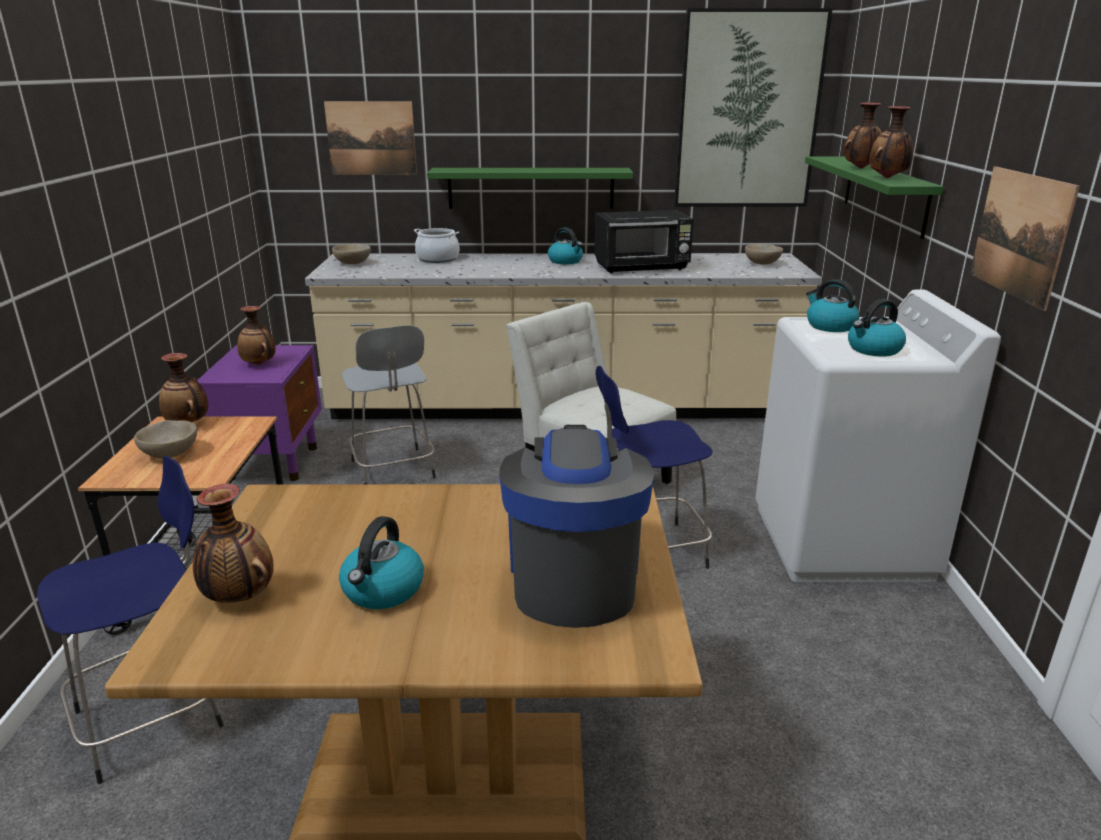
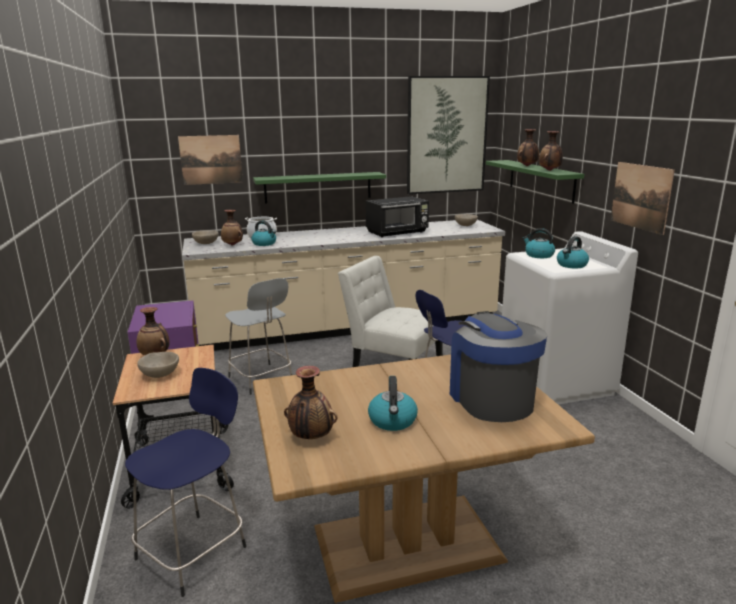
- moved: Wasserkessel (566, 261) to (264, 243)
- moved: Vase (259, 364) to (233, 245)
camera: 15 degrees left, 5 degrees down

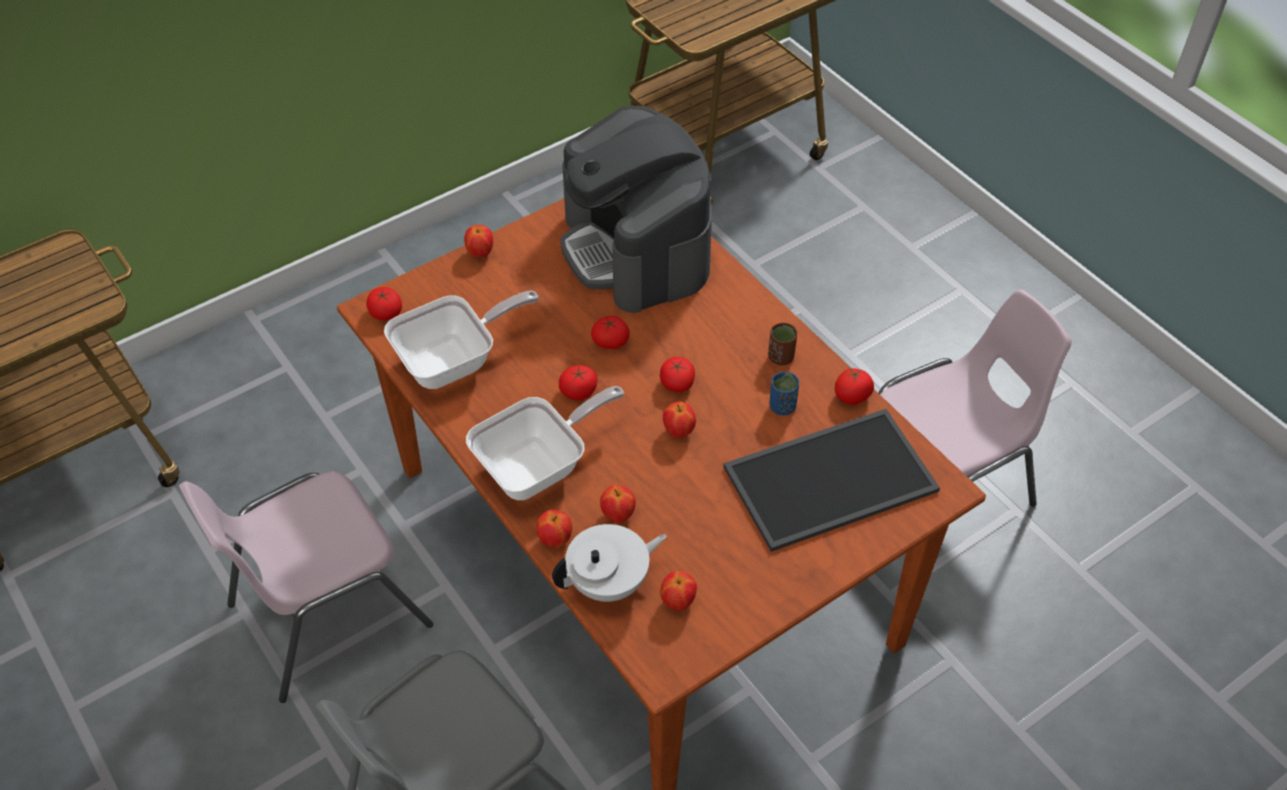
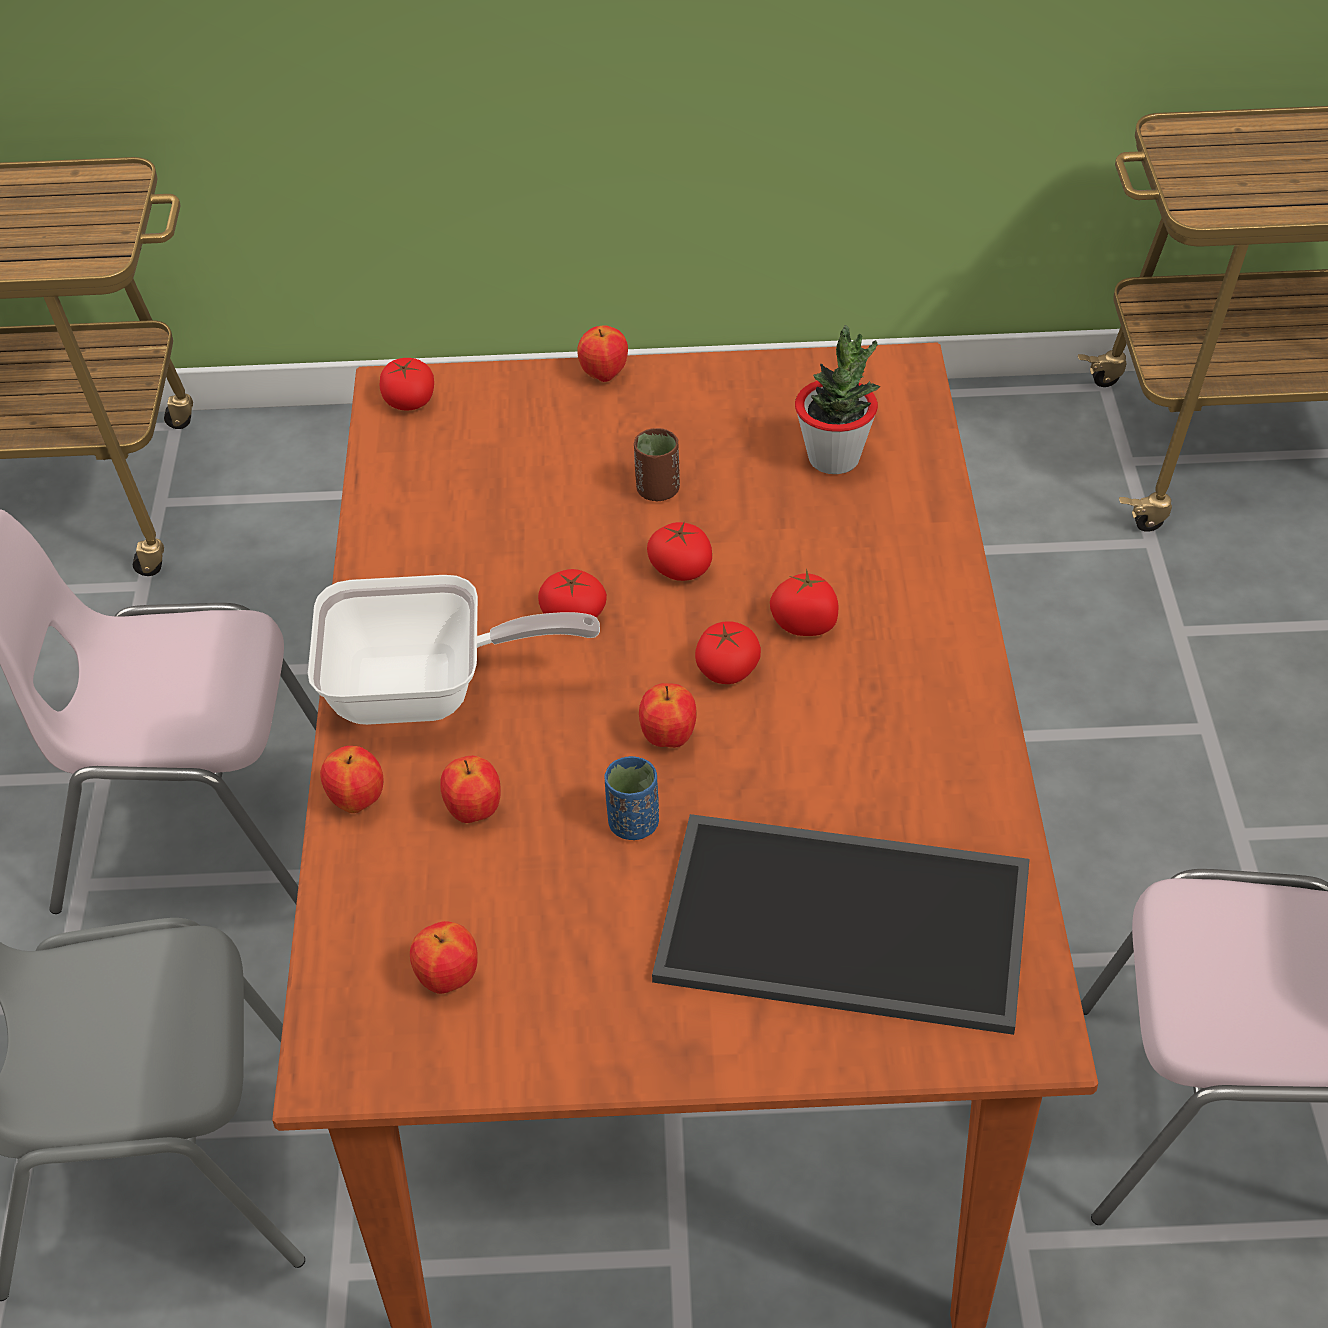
- replaced: Kaffeemaschine (636, 249) to Topfpflanze (834, 458)
- removed: Pfanne (455, 361)
- moved: Tasse [braun] (780, 357) to (657, 490)
- moved: Tomate (852, 396) to (805, 625)
- moved: Tasse [blau] (782, 406) to (633, 824)
- removed: Teekanne [weiß] (609, 582)
camera: 35 degrees right, 5 degrees down

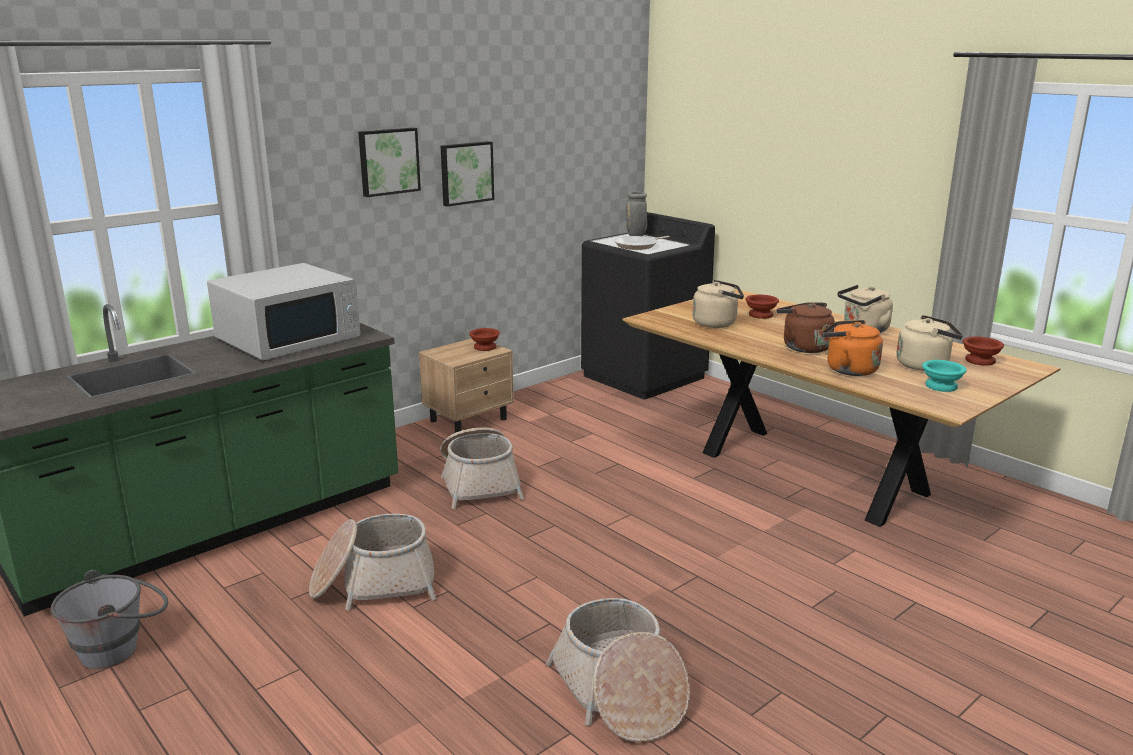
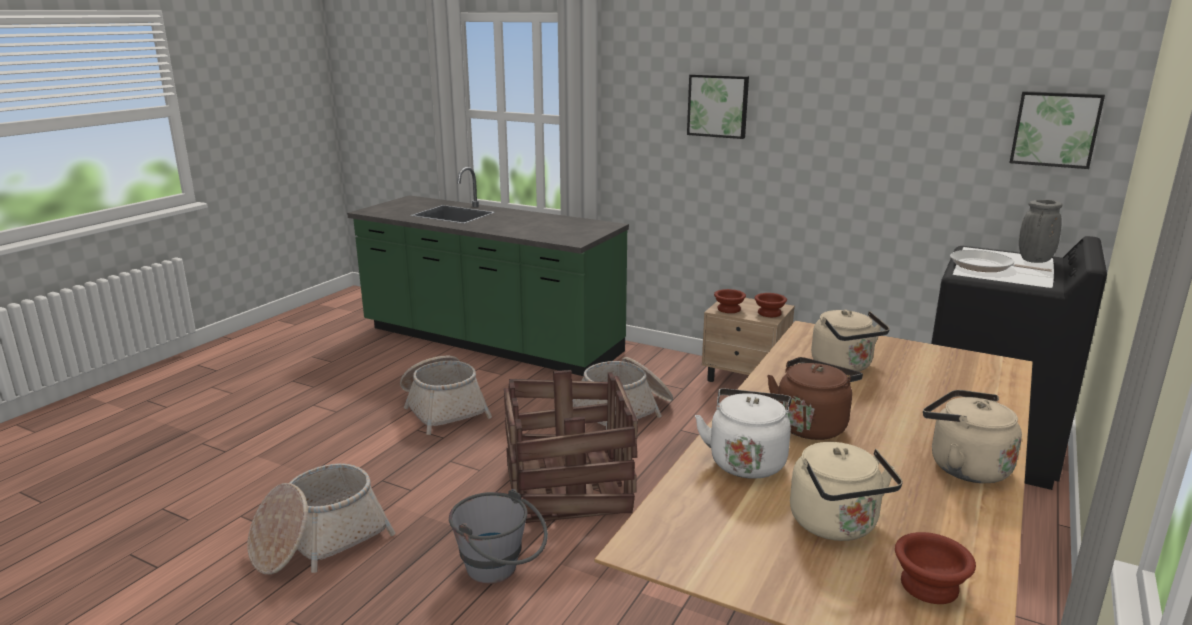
- moved: Bild (465, 173) to (1055, 129)
- removed: Mikrowelle [weiß] (289, 338)
- moved: Schüssel [braun] (761, 315) to (728, 309)
- recoloured: Wasserkessel [orange] (848, 370) to Wasserkessel [weiß] (747, 461)
- removed: Schüssel [türkis] (939, 386)
- moved: Eimer [grau] (121, 648) to (500, 571)
- added: Kiste (569, 488)
camera: 70 degrees right, 0 degrees up

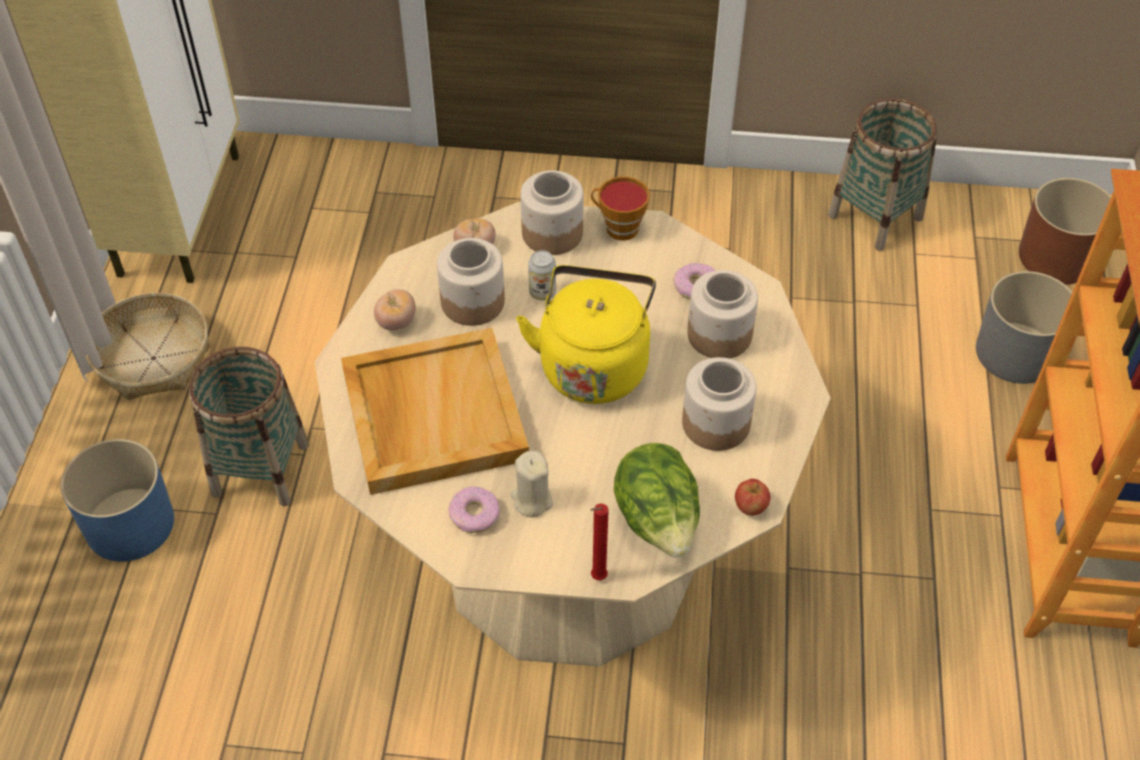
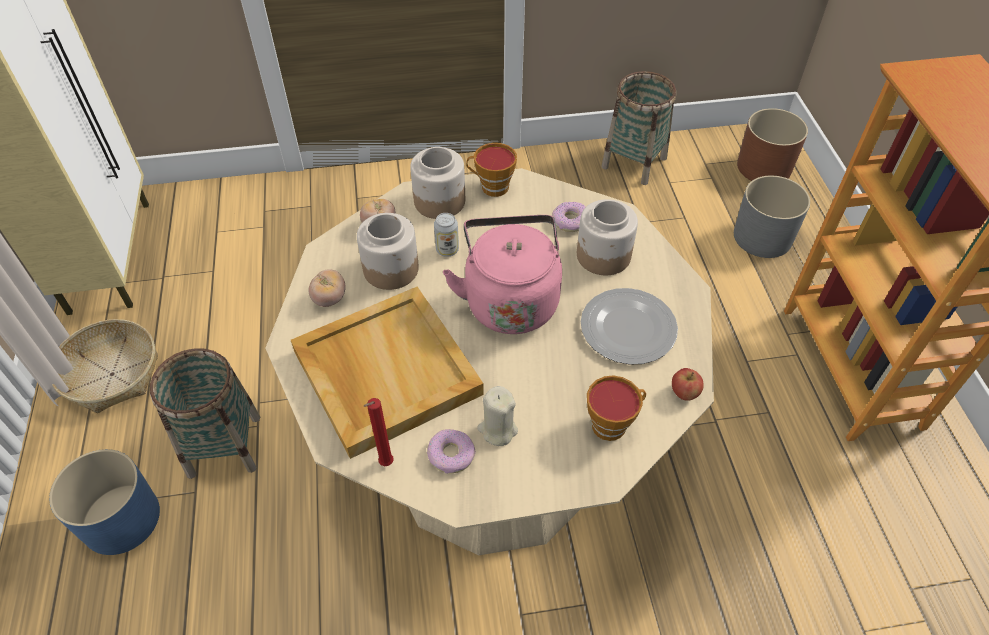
- recoloured: Wasserkessel [gelb] (593, 364) to Wasserkessel [rosa] (510, 300)
- replaced: Vorratsglas (717, 423) to Teller (629, 328)
- replaced: Salatkopf (658, 521) to Tasse (612, 423)
- moved: Kerze [rot] (596, 578) to (384, 464)
camera: 15 degrees left, 0 degrees up

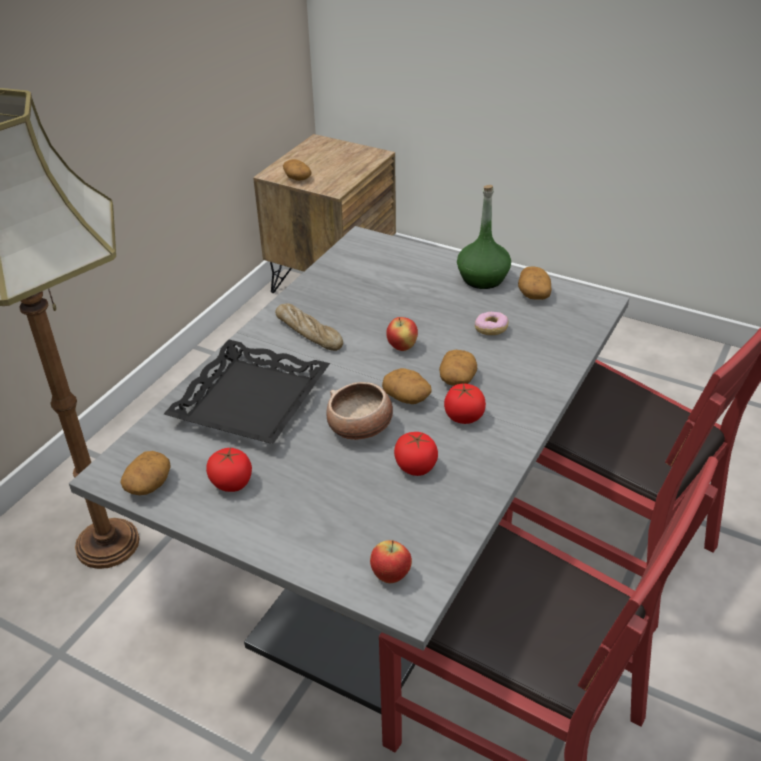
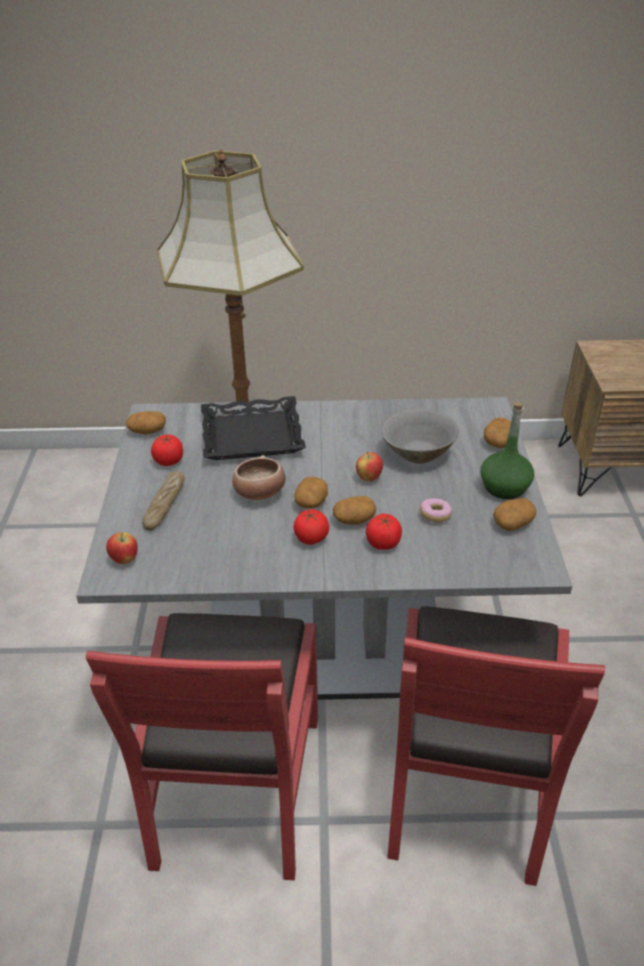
- moved: Kartoffel (297, 178) to (497, 441)
- moved: Brot (309, 333) to (165, 505)
- moved: Tomate (416, 466) to (383, 543)
- added: Schüssel [grau] (418, 453)
camera: 60 degrees right, 0 degrees up

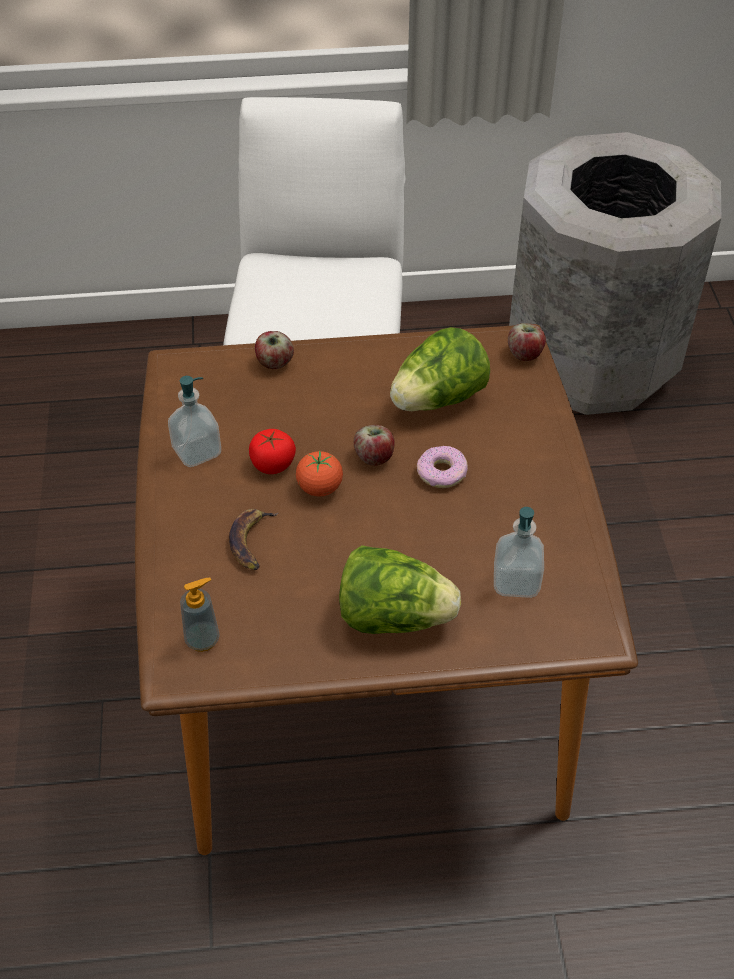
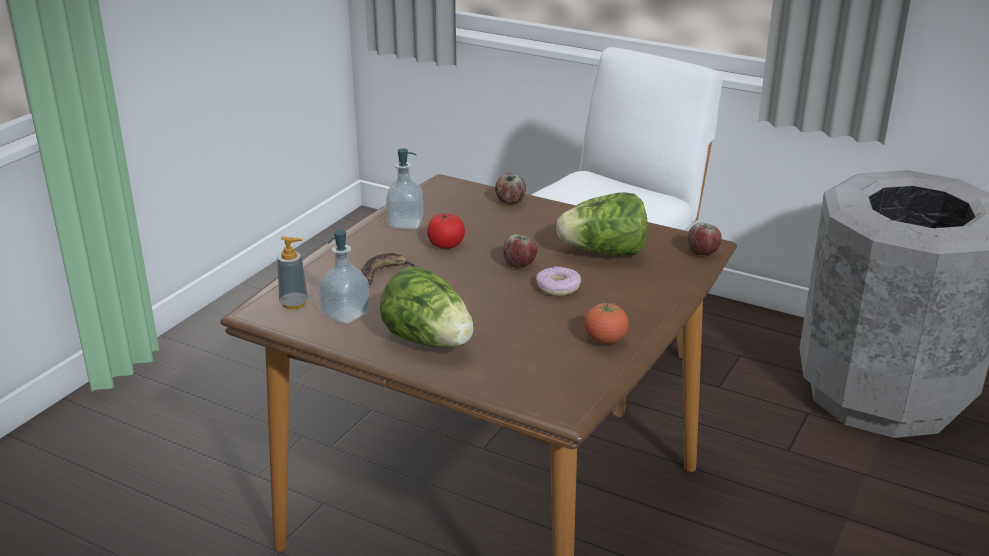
- moved: Tomate (319, 488) to (605, 340)
- moved: Seifenspender (516, 581) to (346, 314)
camera: 35 degrees right, 20 degrees down

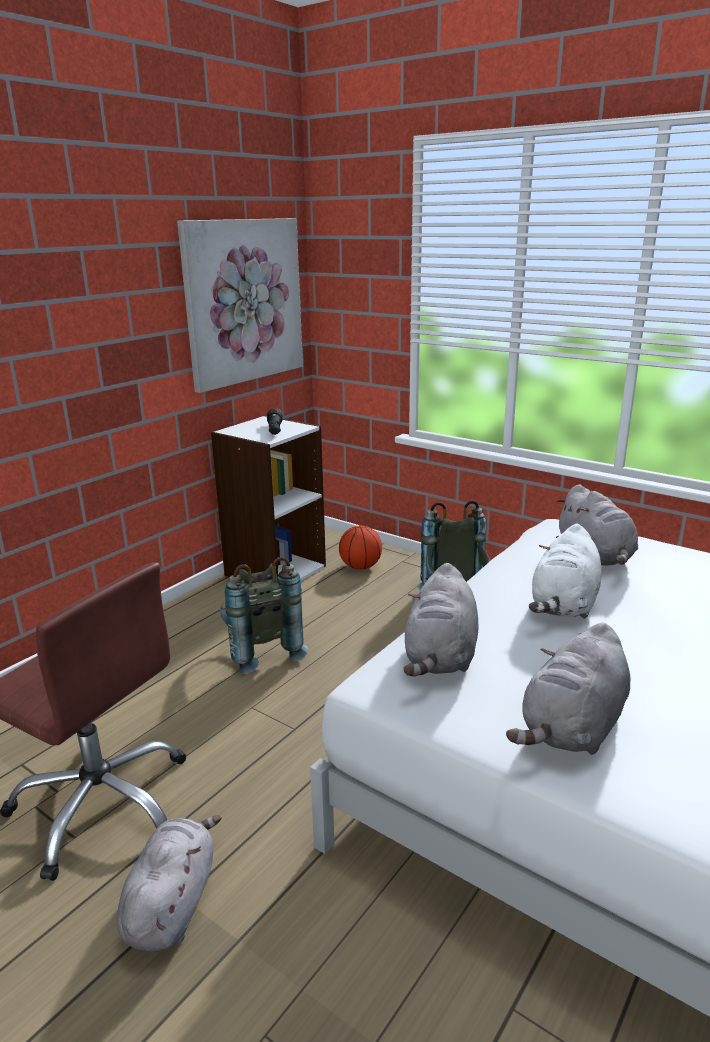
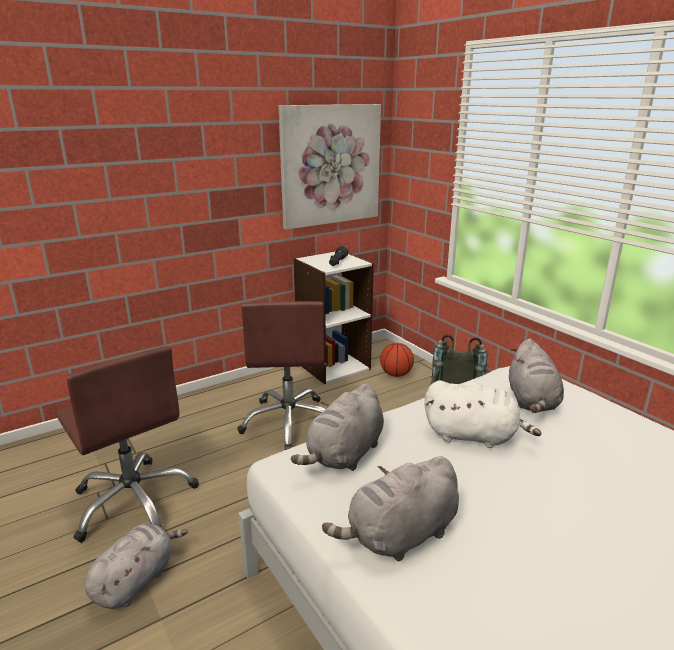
- turned: Plüschtier [weiß] (564, 605) = (473, 436) 120 degrees counterclockwise
- replaced: Rucksack [grau] (261, 651) to Bürostuhl [braun] (289, 422)
camera: 20 degrees right, 0 degrees up

